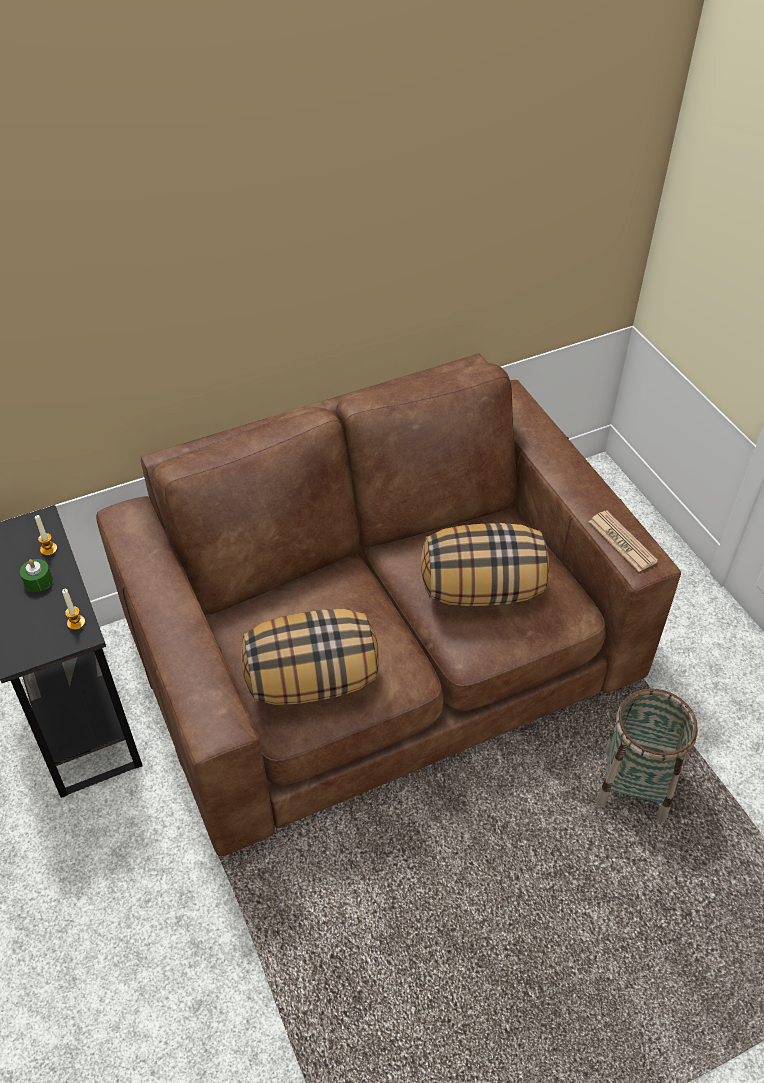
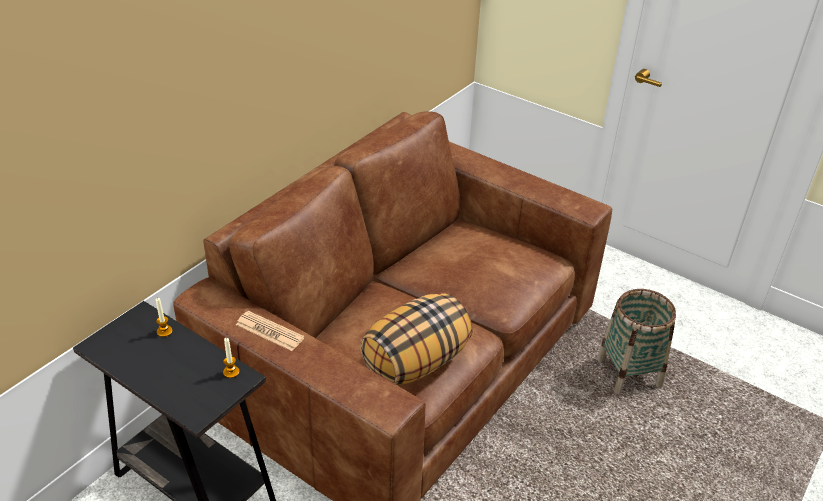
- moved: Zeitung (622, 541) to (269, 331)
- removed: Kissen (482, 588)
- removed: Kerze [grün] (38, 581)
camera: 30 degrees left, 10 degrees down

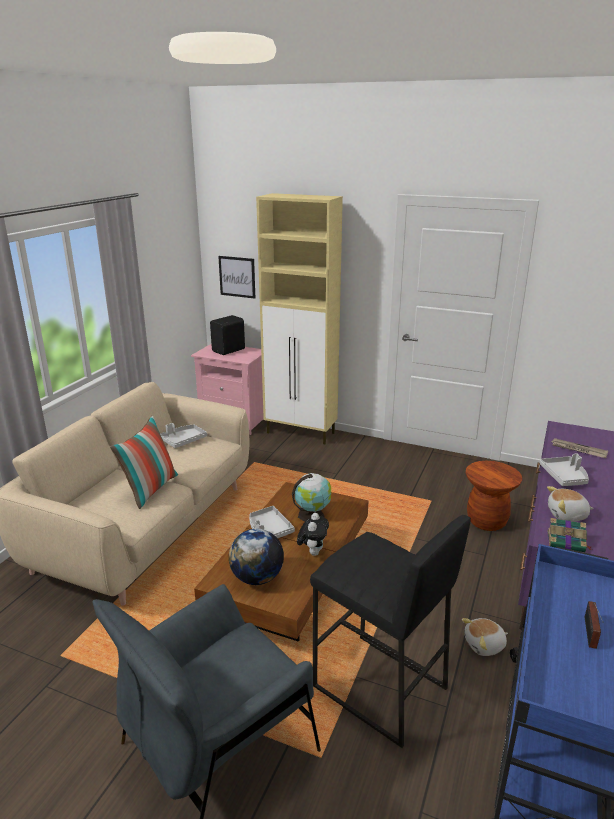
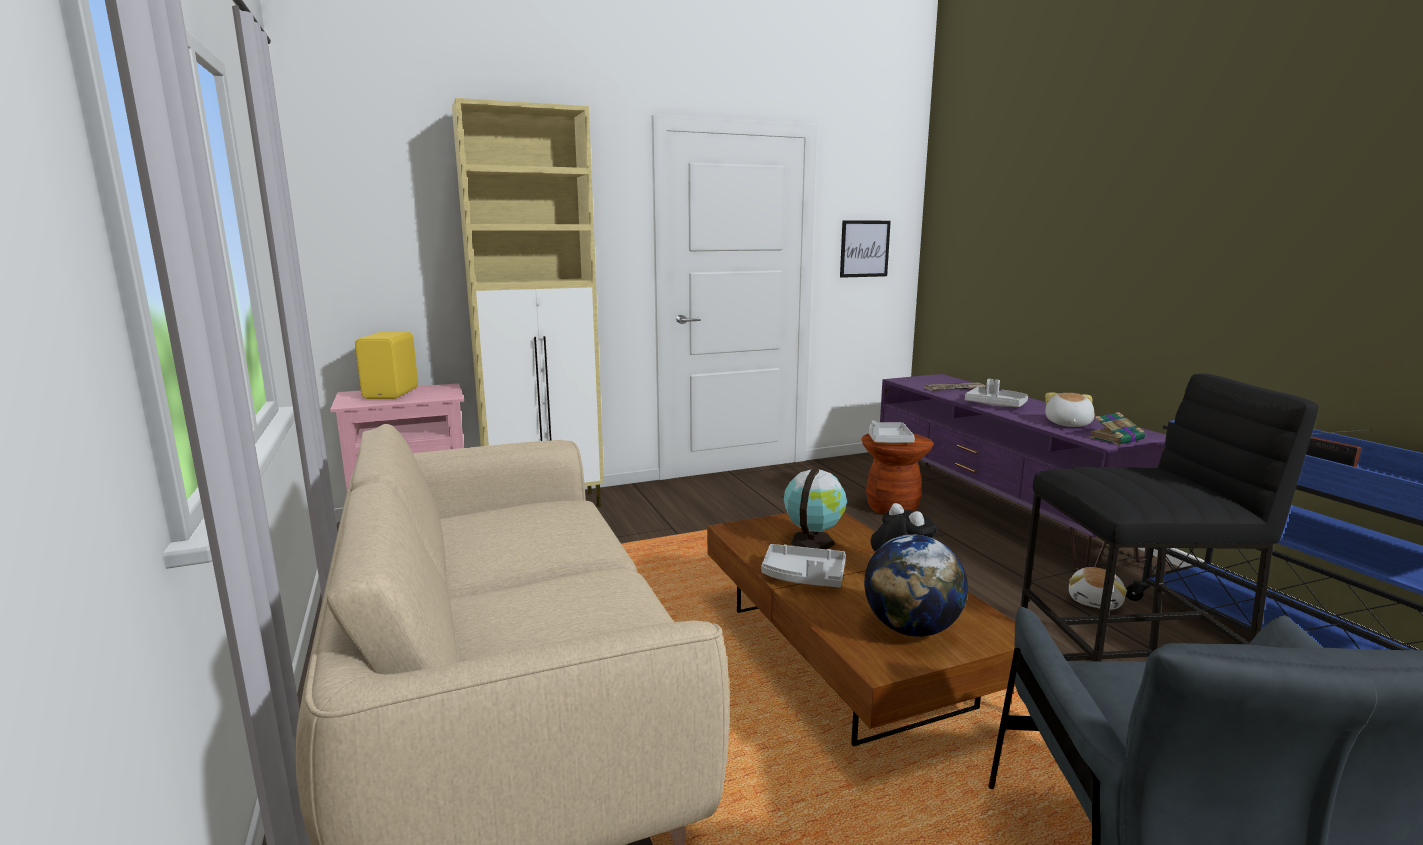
- moved: Bild (237, 277) to (864, 248)
- recoloured: Lautsprecher [schwarz] (229, 350) to Lautsprecher [gelb] (393, 393)
- removed: Kissen (150, 489)
- moved: Tablett [grau] (183, 440) to (888, 440)
- turned: Plüschtier (567, 515) = (1067, 424) 150 degrees clockwise
camera: 45 degrees left, 10 degrees down

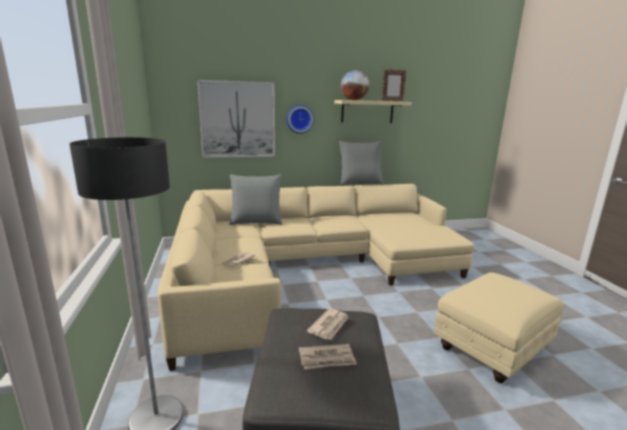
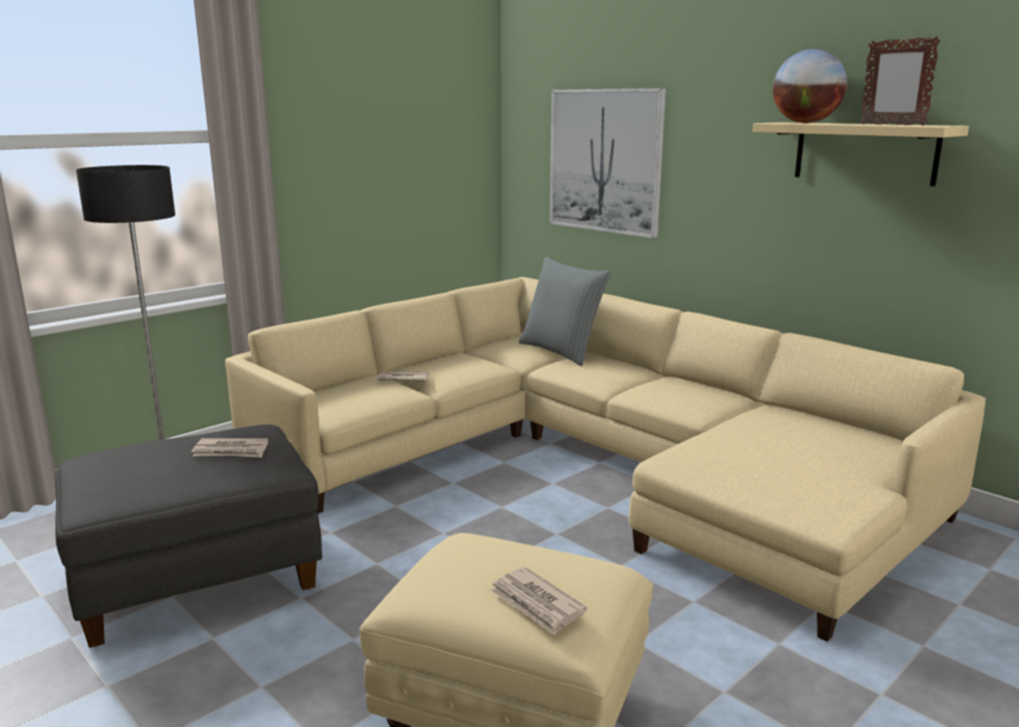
- removed: Wanduhr (299, 119)
- removed: Kissen [grau] (360, 183)
- moved: Zeitung (327, 359) to (536, 604)
camera: 60 degrees right, 0 degrees up

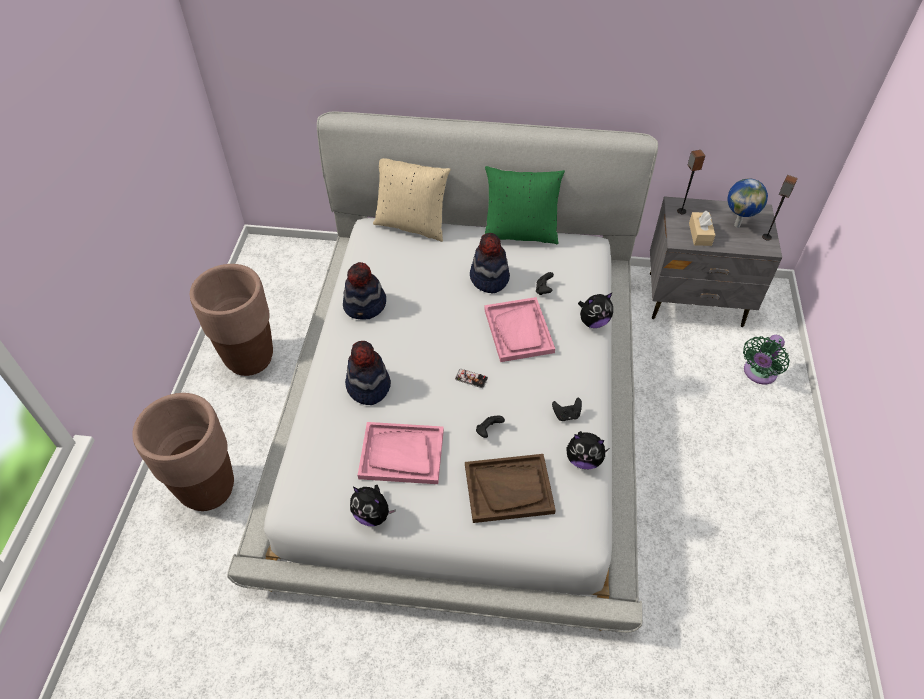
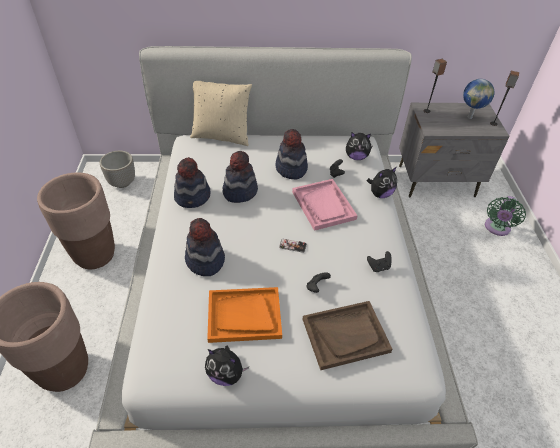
- removed: Kissen [grün] (520, 233)
- removed: Taschentuchbox [beige] (700, 234)
- recoloured: Tablett [rosa] (401, 454) to Tablett [orange] (244, 316)
- moved: Plüschtier (583, 460) to (356, 157)
- added: Pflanzkübel (122, 182)
- added: Hut (239, 191)
camera: 10 degrees left, 5 degrees down

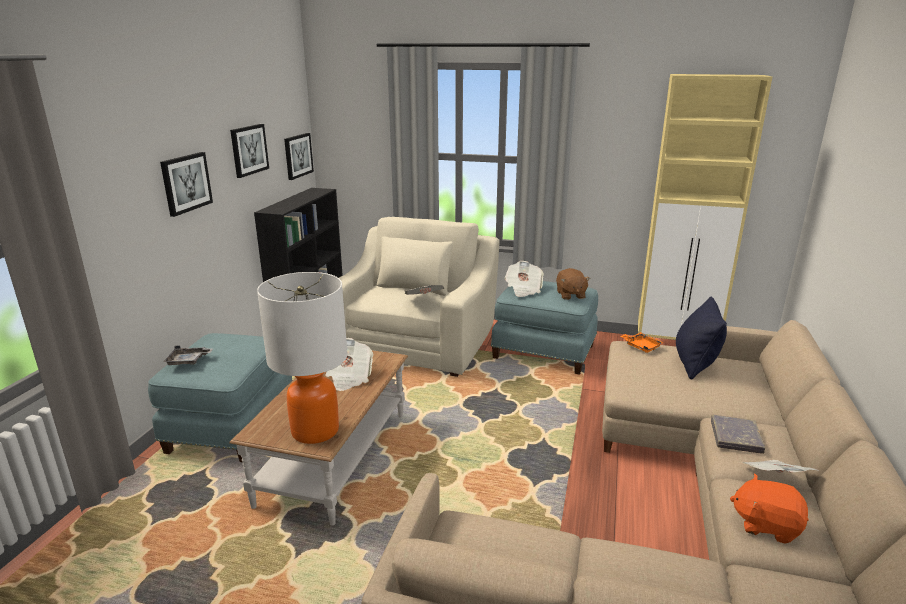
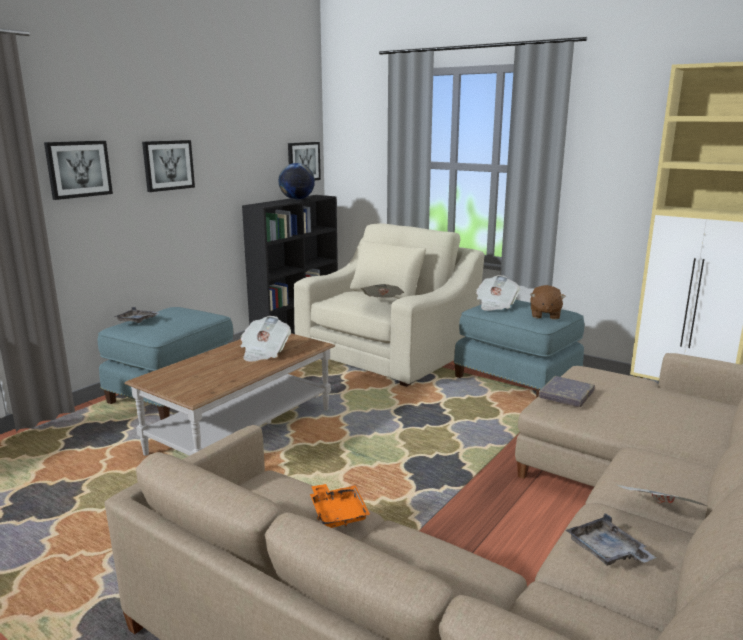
- moved: Bild (248, 150) to (78, 169)
- removed: Tischlampe (315, 430)
- removed: Kissen [schwarz] (695, 364)
- moved: Tablett [orange] (641, 346) to (338, 513)
- moved: Buch [grau] (735, 437) to (566, 395)
- replaced: Plüschtier [orange] (766, 525) to Tablett [grau] (606, 552)
- added: Globus (297, 199)
camera: 20 degrees right, 5 degrees down

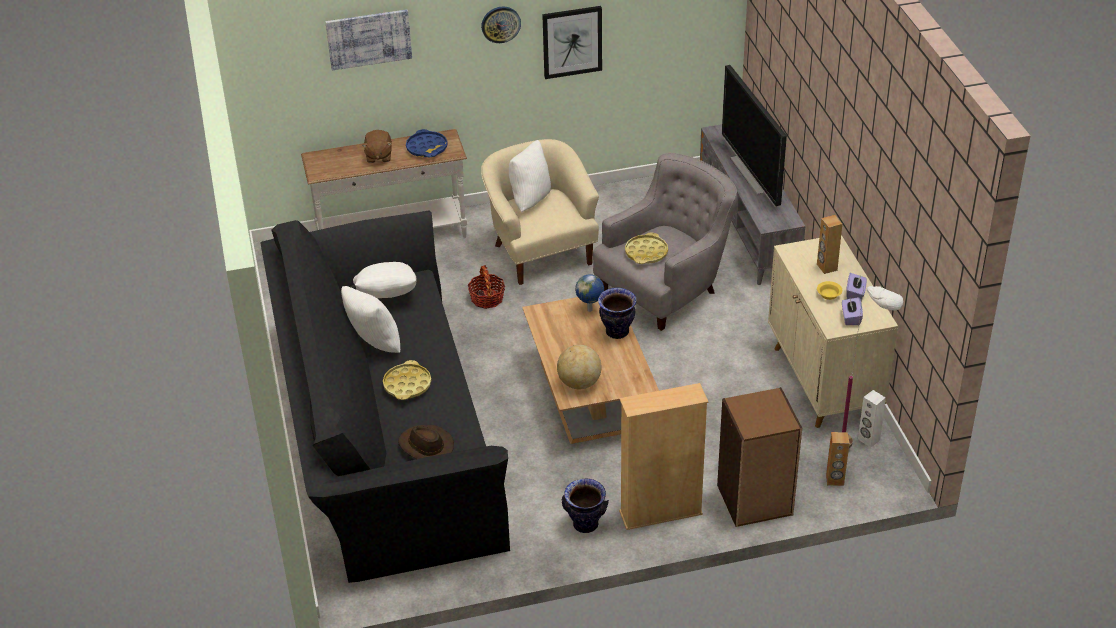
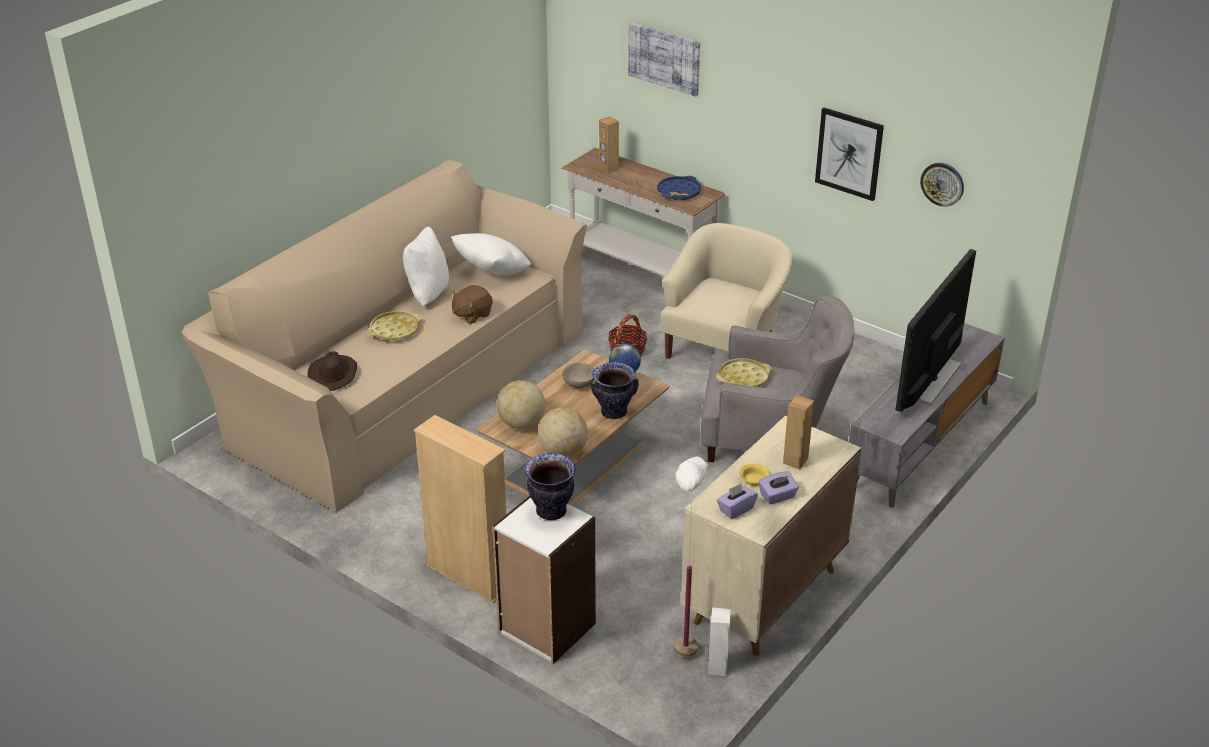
- moved: Wanduhr (500, 24) to (942, 184)
- moved: Plüschtier [braun] (378, 156) to (471, 315)
- removed: Kissen [weiß] (529, 200)
- recoloured: Sofa [schwarz] (384, 437) to Sofa [beige] (403, 384)
- recoloured: Bücherregal [braun] (755, 501) to Bücherregal [weiß] (546, 628)
- moved: Lautsprecher [braun] (835, 480) to (608, 169)
- moved: Vase (585, 524) to (552, 511)
- added: Schüssel [beige] (579, 384)
- added: Globus (563, 451)
camera: 50 degrees right, 5 degrees down

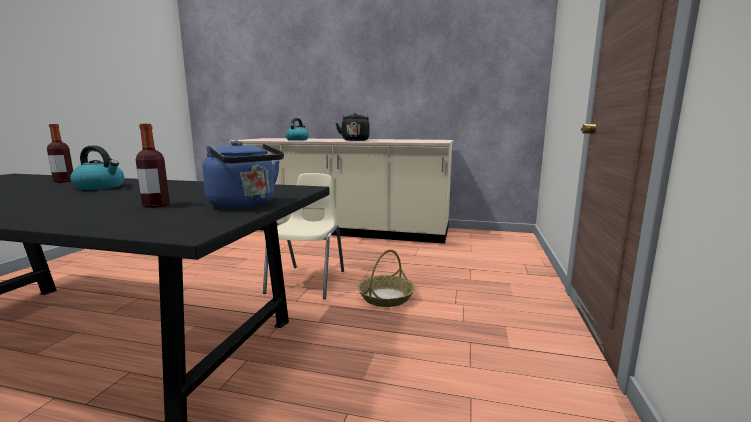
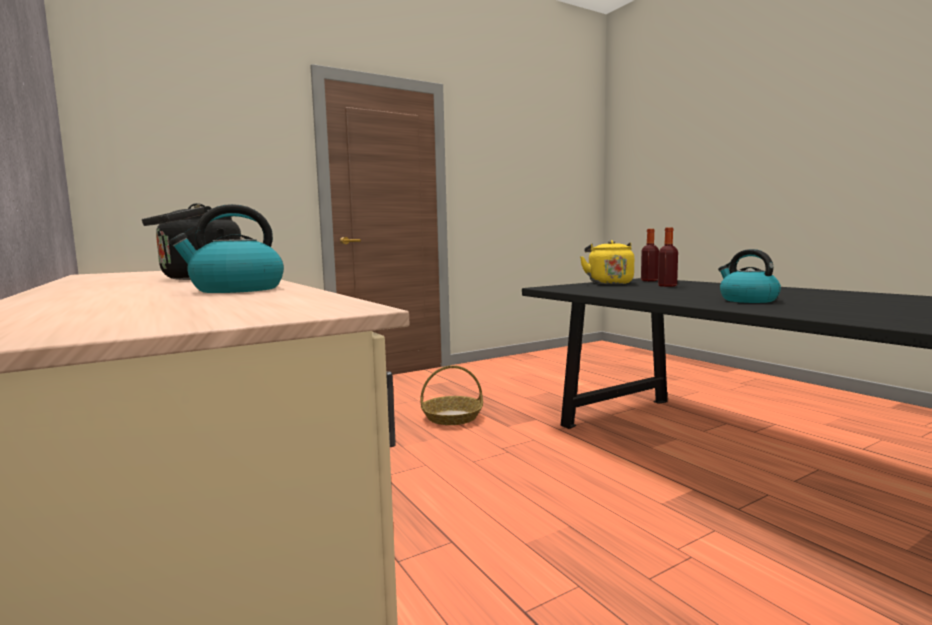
- moved: Flasche (64, 181) to (649, 280)
- recoloured: Wasserkessel [blau] (245, 205) to Wasserkessel [gelb] (608, 283)
- removed: Stuhl [beige] (308, 281)
camera: 135 degrees left, 5 degrees down

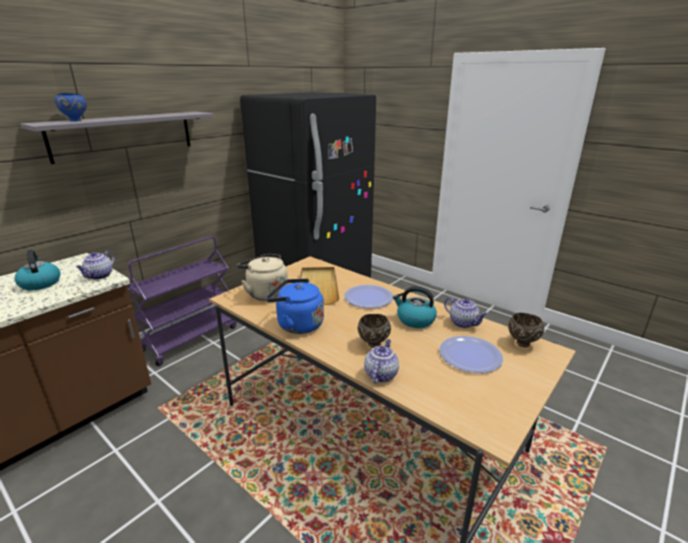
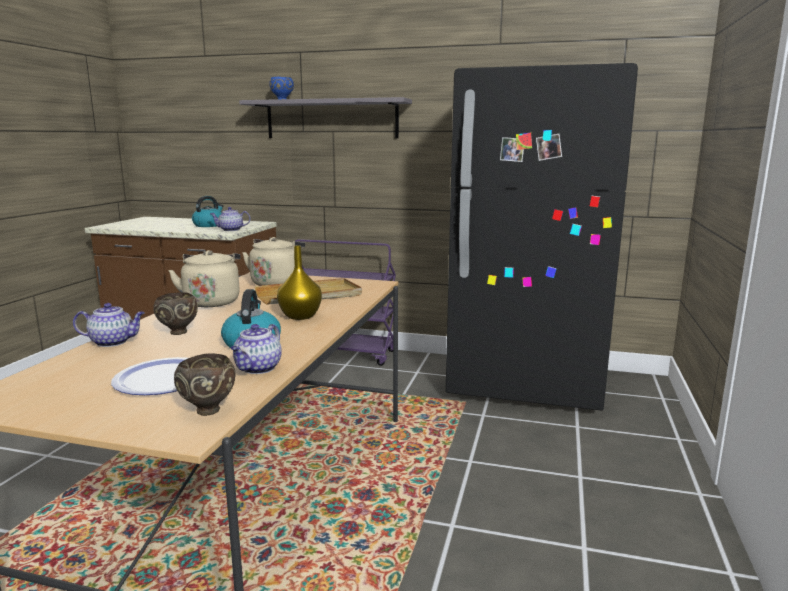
- recoloured: Wasserkessel [blau] (297, 324) to Wasserkessel [beige] (212, 301)
- replaced: Teller (368, 297) to Vase [gelb] (300, 316)
camera: 65 degrees right, 10 degrees down

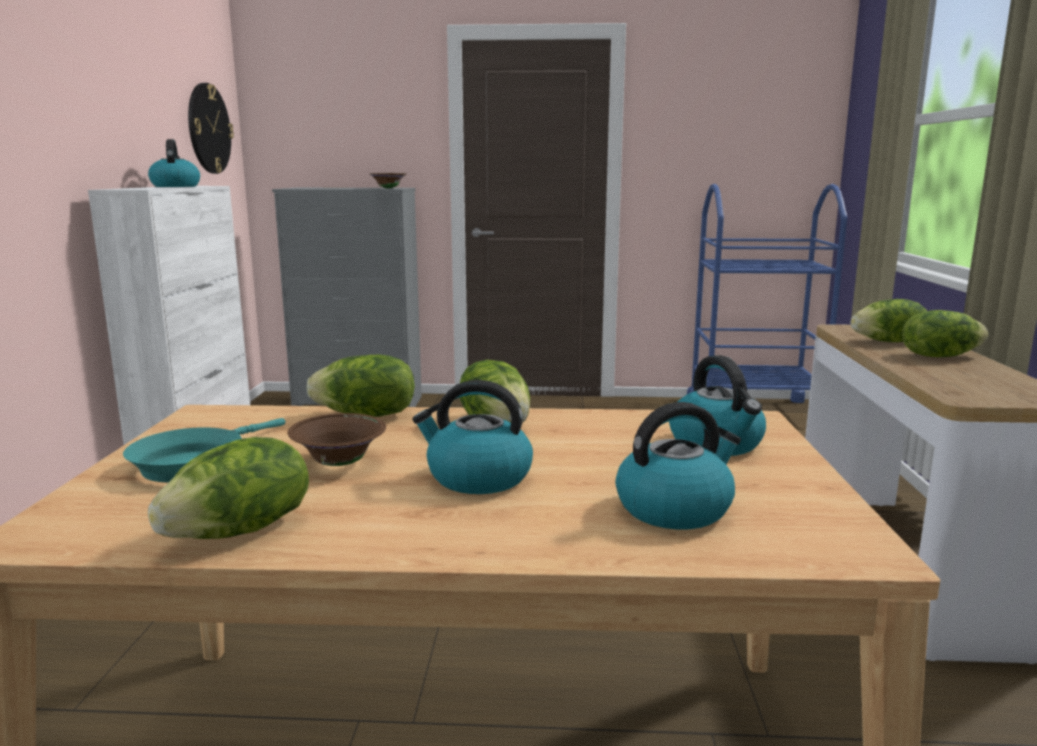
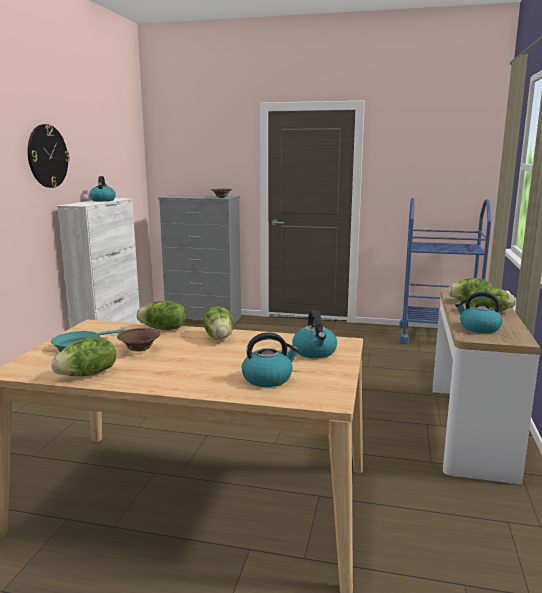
- moved: Wanduhr (208, 129) to (47, 156)
- moved: Wasserkessel (477, 478) to (478, 328)
camera: 10 degrees right, 0 degrees up

